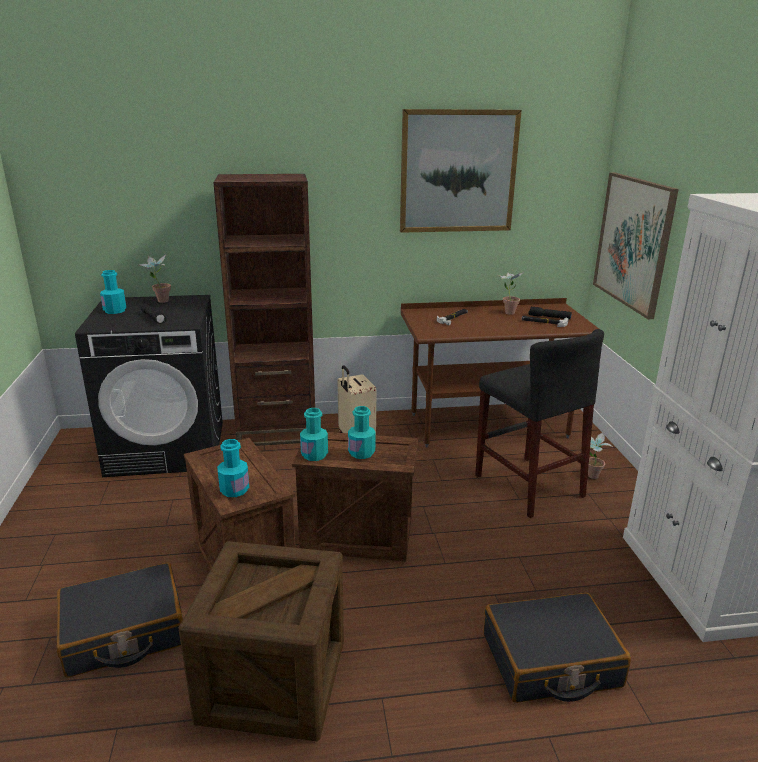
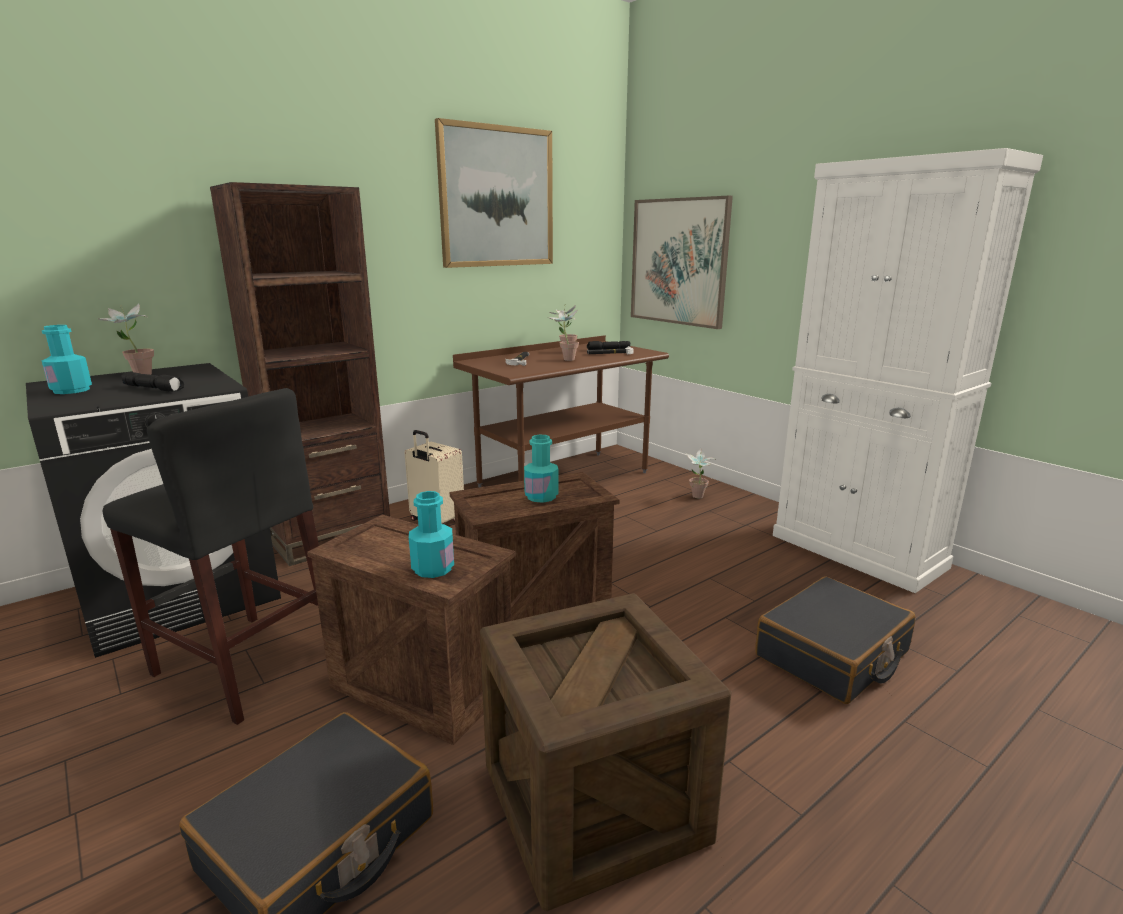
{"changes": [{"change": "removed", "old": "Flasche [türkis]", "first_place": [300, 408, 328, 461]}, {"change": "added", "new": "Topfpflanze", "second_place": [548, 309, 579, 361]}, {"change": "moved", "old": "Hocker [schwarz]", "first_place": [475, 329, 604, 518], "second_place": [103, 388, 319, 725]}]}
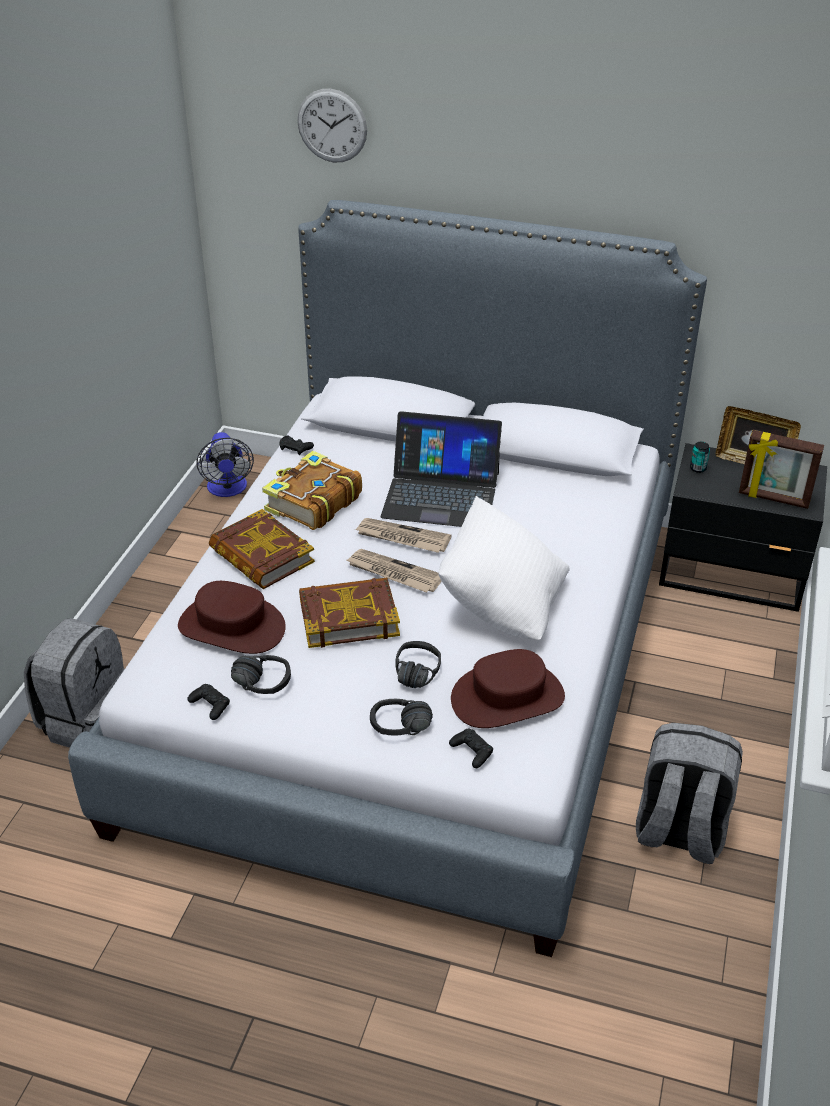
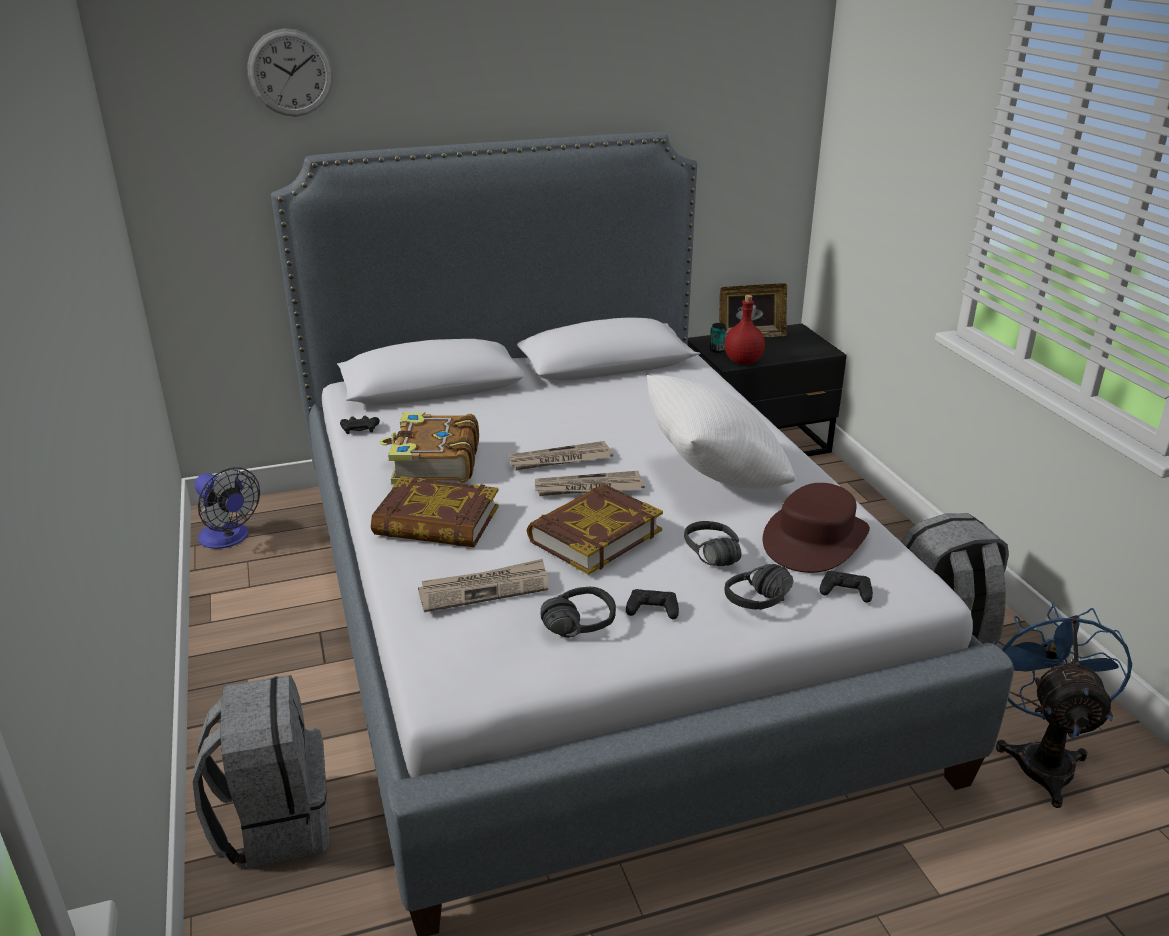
{"changes": [{"change": "removed", "old": "Laptop", "first_place": [381, 411, 502, 527]}, {"change": "removed", "old": "Bilderrahmen", "first_place": [739, 430, 824, 509]}, {"change": "added", "new": "Flasche [rot]", "second_place": [724, 295, 765, 364]}, {"change": "added", "new": "Ventilator [blau]", "second_place": [992, 603, 1132, 808]}, {"change": "moved", "old": "Gamepad [schwarz]", "first_place": [187, 684, 230, 720], "second_place": [626, 589, 679, 619]}, {"change": "replaced", "old": "Hut [braun]", "new": "Zeitung", "first_place": [178, 581, 286, 654], "second_place": [418, 559, 548, 612]}]}
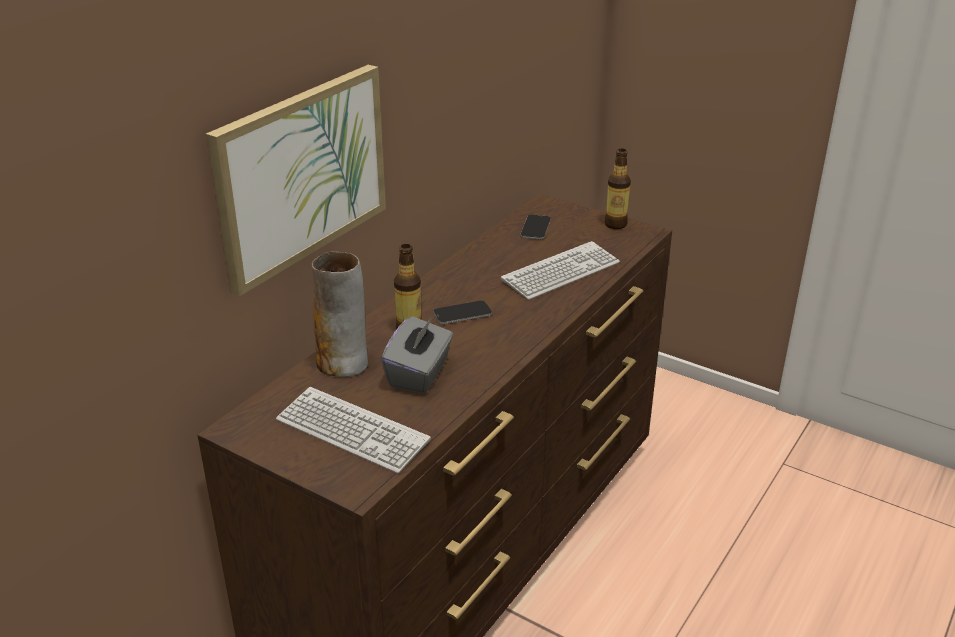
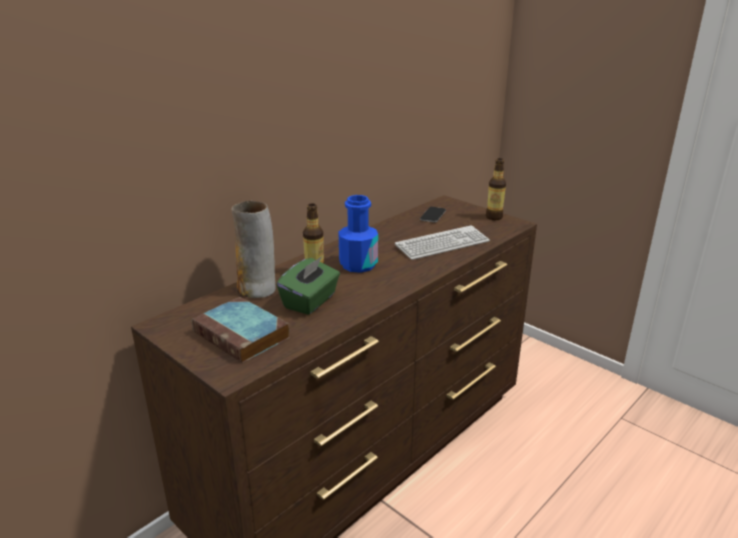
{"changes": [{"change": "removed", "old": "Bild", "first_place": [206, 65, 386, 296]}, {"change": "replaced", "old": "Tastatur", "new": "Buch", "first_place": [276, 387, 431, 474], "second_place": [192, 297, 290, 363]}, {"change": "replaced", "old": "Handy", "new": "Flasche [blau]", "first_place": [433, 301, 492, 324], "second_place": [338, 195, 378, 273]}, {"change": "recoloured", "old": "Taschentuchbox [grau]", "new": "Taschentuchbox [grün]", "first_place": [381, 316, 453, 393], "second_place": [277, 256, 340, 315]}]}
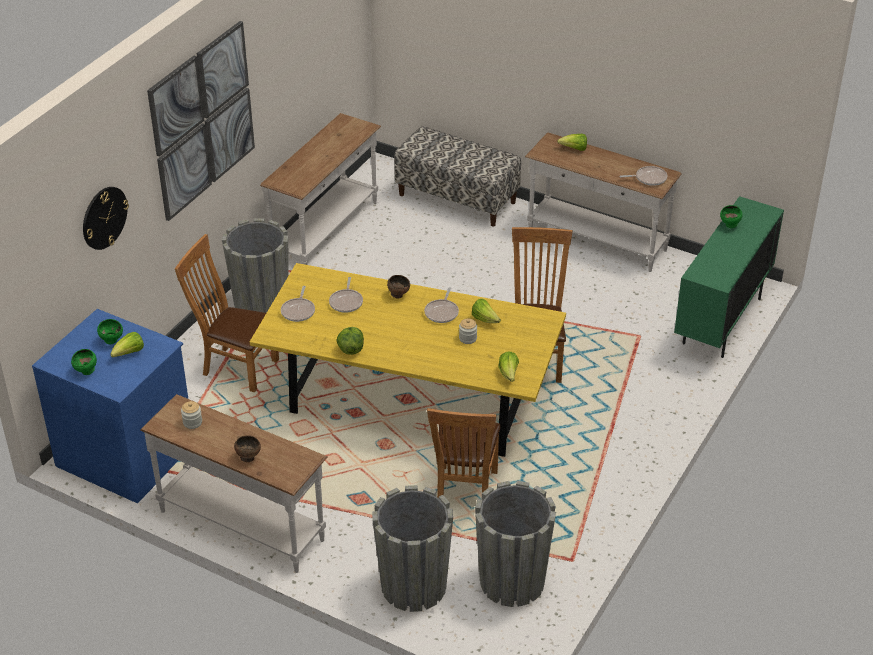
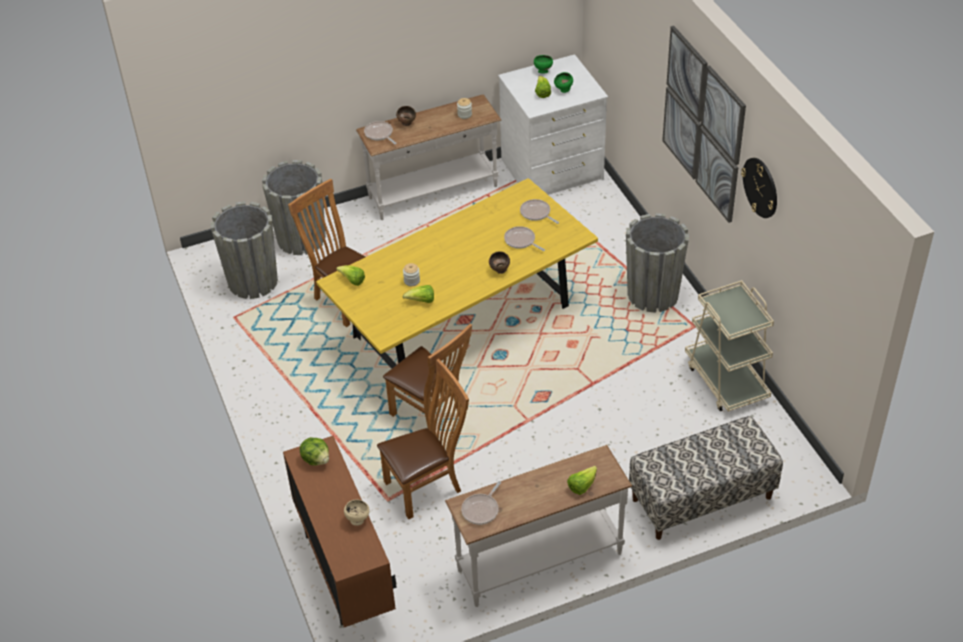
{"changes": [{"change": "moved", "old": "Wanduhr", "first_place": [83, 187, 129, 250], "second_place": [741, 158, 777, 218]}, {"change": "moved", "old": "Stuhl [braun]", "first_place": [175, 234, 279, 392], "second_place": [377, 359, 469, 520]}, {"change": "moved", "old": "Salatkopf", "first_place": [336, 327, 364, 355], "second_place": [300, 437, 329, 466]}, {"change": "moved", "old": "Pfanne", "first_place": [424, 287, 459, 323], "second_place": [364, 121, 397, 144]}, {"change": "replaced", "old": "Konsolentisch [weiß]", "new": "Rollwagen [beige]", "first_place": [260, 113, 381, 265], "second_place": [685, 280, 774, 412]}, {"change": "recoloured", "old": "Kommode [blau]", "new": "Kommode [weiß]", "first_place": [32, 309, 188, 503], "second_place": [498, 54, 608, 195]}, {"change": "recoloured", "old": "Schrank [grün]", "new": "Schrank [braun]", "first_place": [674, 196, 784, 358], "second_place": [283, 436, 397, 627]}, {"change": "recoloured", "old": "Schüssel [grün]", "new": "Schüssel [beige]", "first_place": [720, 205, 742, 228], "second_place": [344, 499, 370, 526]}]}
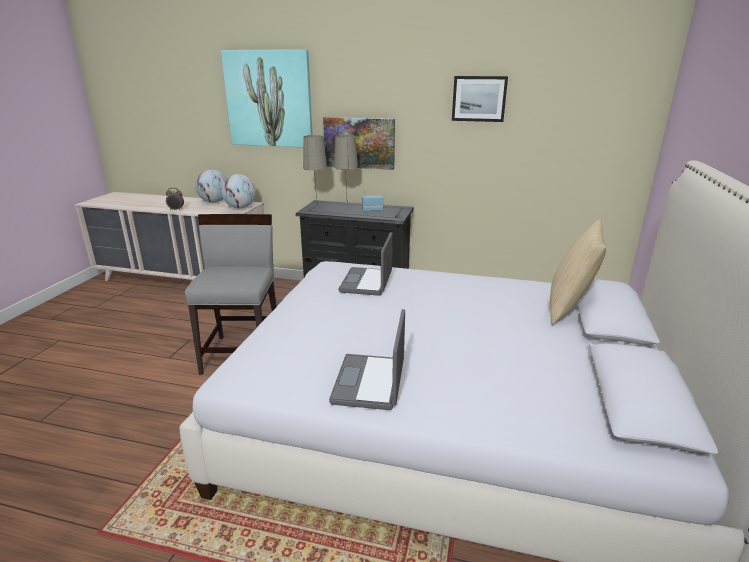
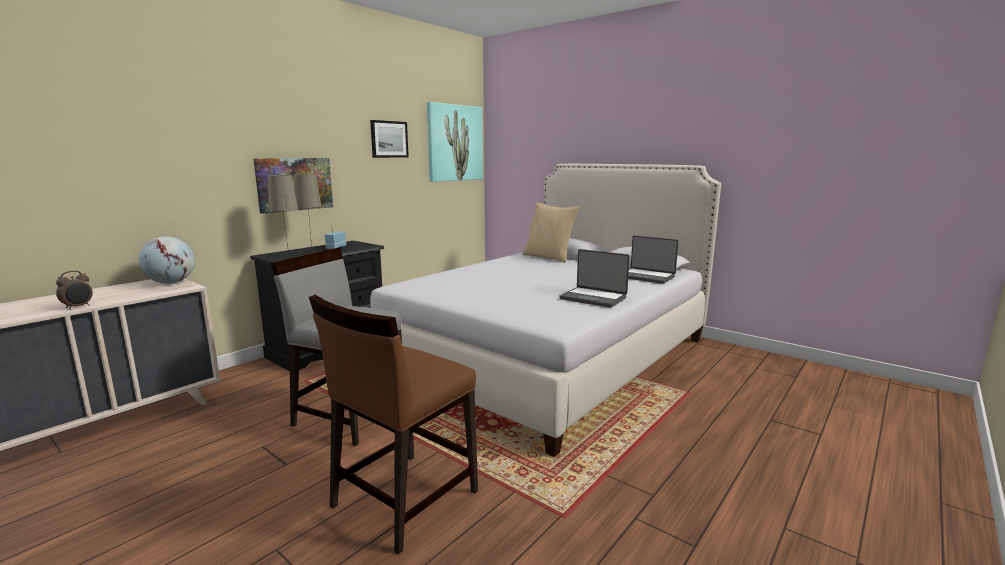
{"changes": [{"change": "removed", "old": "Globus", "first_place": [195, 170, 226, 203]}, {"change": "added", "new": "Stuhl [braun]", "second_place": [309, 295, 478, 555]}, {"change": "moved", "old": "Bild", "first_place": [221, 49, 313, 147], "second_place": [427, 102, 483, 182]}, {"change": "moved", "old": "Laptop", "first_place": [338, 232, 393, 296], "second_place": [628, 236, 679, 284]}]}
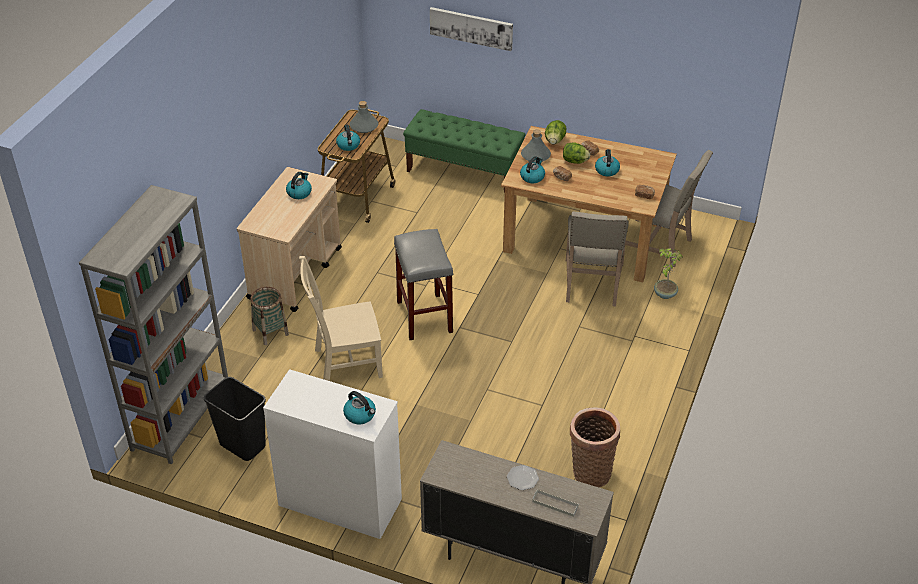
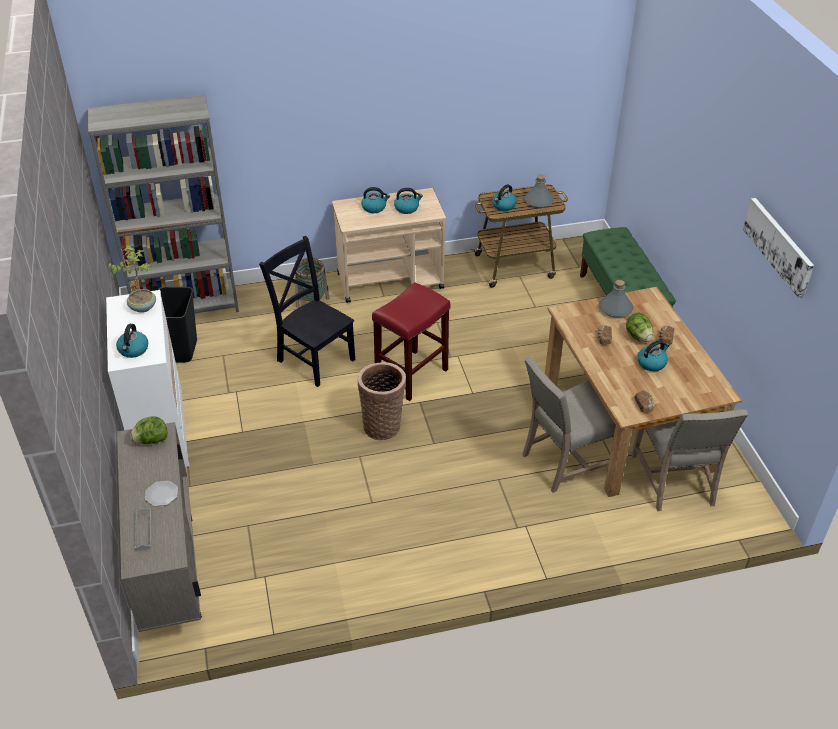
{"changes": [{"change": "moved", "old": "Bild", "first_place": [430, 7, 513, 51], "second_place": [743, 198, 814, 299]}, {"change": "moved", "old": "Wasserkessel", "first_place": [520, 156, 545, 183], "second_place": [361, 187, 390, 213]}, {"change": "moved", "old": "Salatkopf", "first_place": [545, 120, 567, 145], "second_place": [130, 416, 168, 444]}, {"change": "moved", "old": "Korb", "first_place": [570, 407, 620, 487], "second_place": [358, 362, 406, 440]}, {"change": "moved", "old": "Topfpflanze", "first_place": [654, 248, 682, 299], "second_place": [107, 246, 156, 313]}, {"change": "recoloured", "old": "Stuhl [beige]", "new": "Stuhl [schwarz]", "first_place": [299, 256, 383, 381], "second_place": [259, 236, 355, 387]}, {"change": "recoloured", "old": "Hocker [grau]", "new": "Hocker [rot]", "first_place": [394, 229, 453, 340], "second_place": [372, 282, 450, 401]}]}
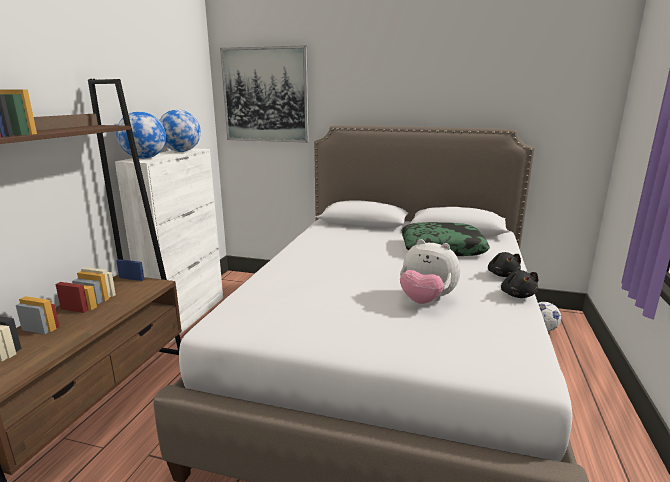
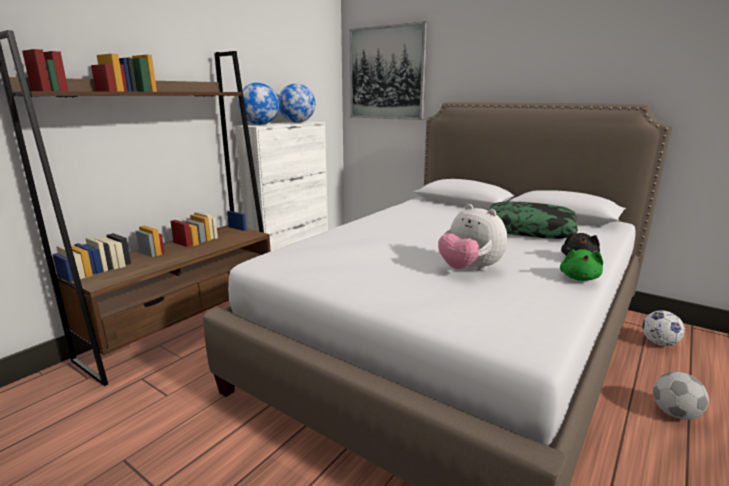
{"changes": [{"change": "added", "new": "Fußball", "second_place": [653, 372, 709, 420]}, {"change": "recoloured", "old": "Plüschtier [schwarz]", "new": "Plüschtier [grün]", "first_place": [501, 270, 539, 298], "second_place": [560, 249, 603, 281]}]}
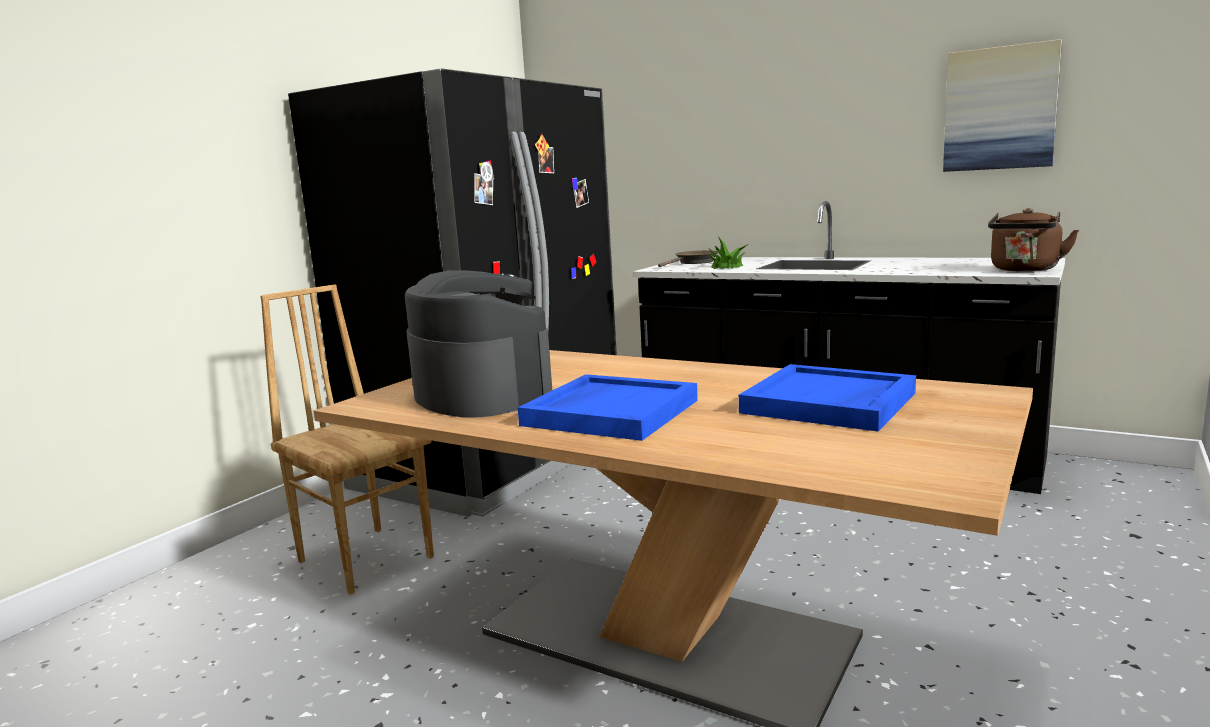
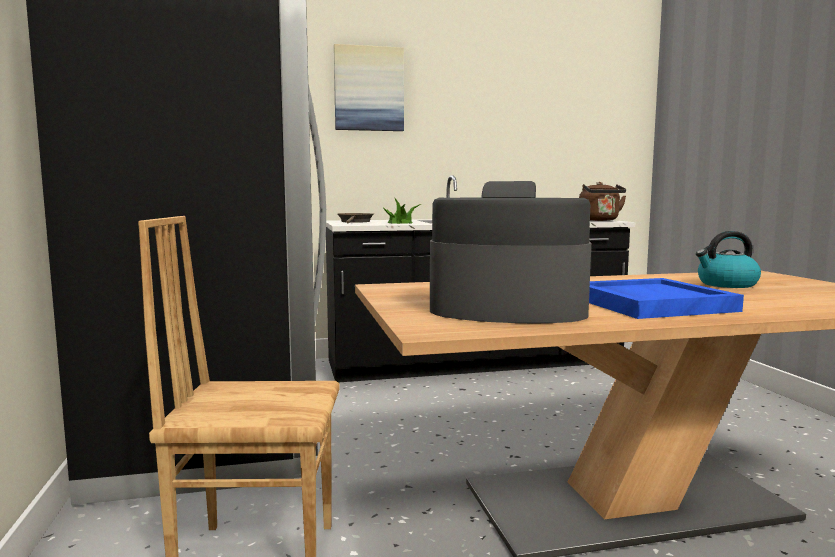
{"changes": [{"change": "moved", "old": "Bild", "first_place": [943, 39, 1062, 172], "second_place": [334, 44, 404, 131]}, {"change": "replaced", "old": "Tablett [blau]", "new": "Wasserkessel", "first_place": [739, 364, 916, 432], "second_place": [696, 231, 761, 288]}]}
